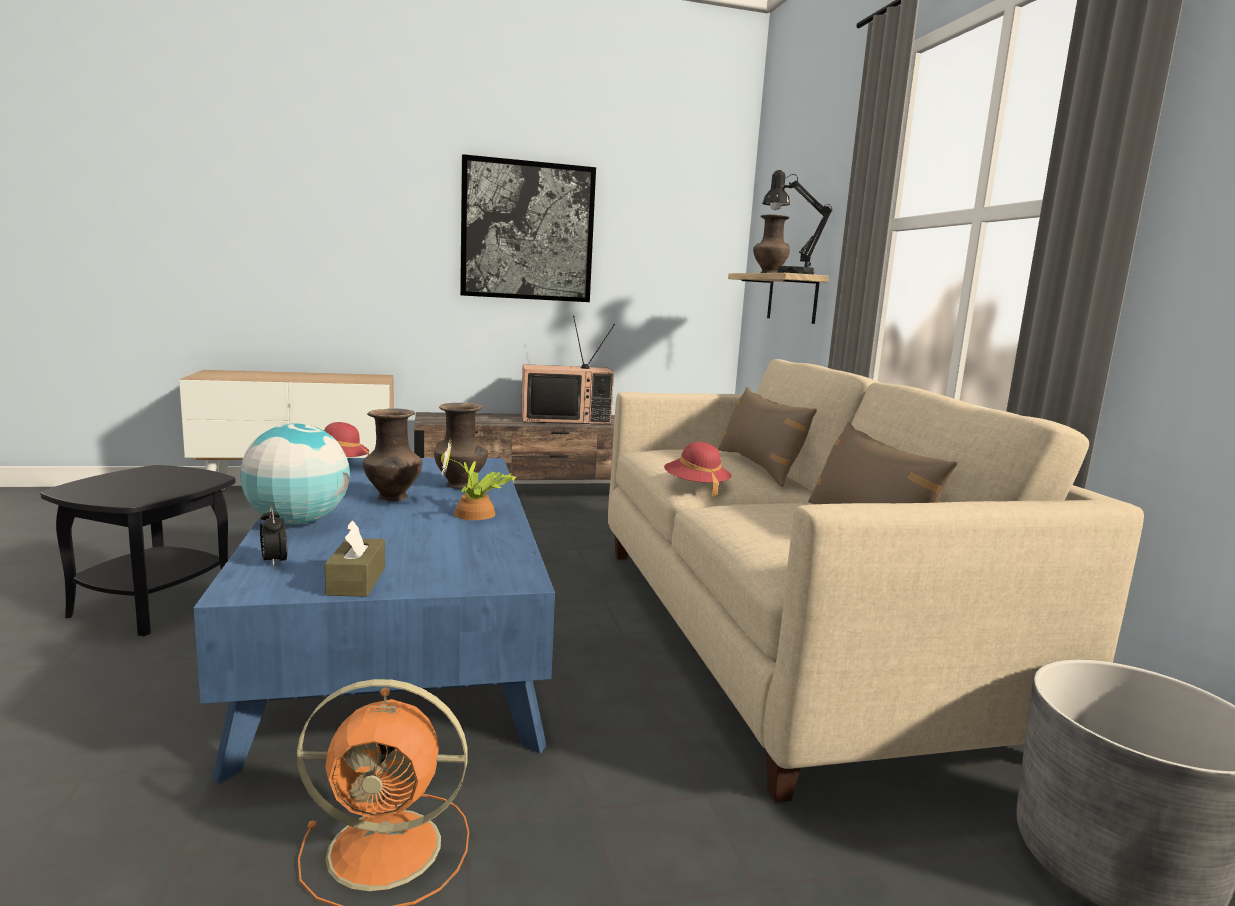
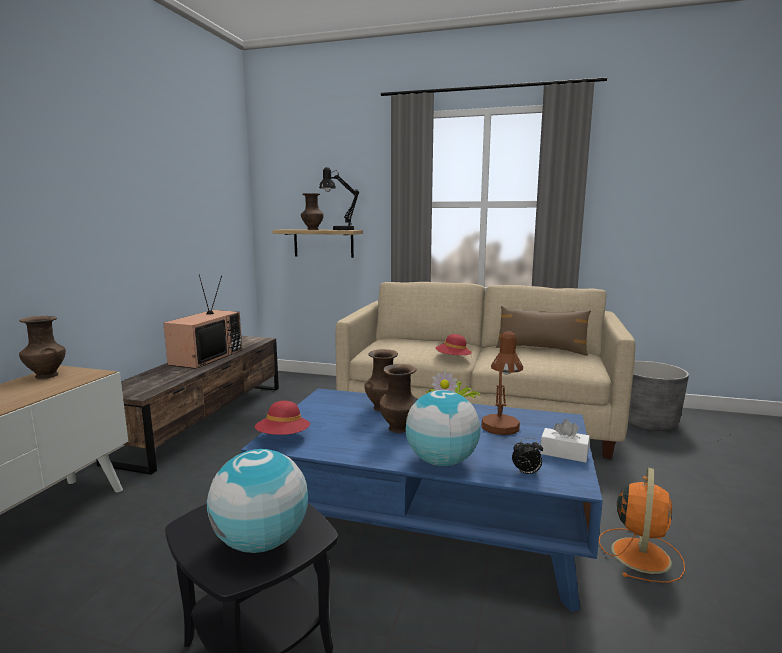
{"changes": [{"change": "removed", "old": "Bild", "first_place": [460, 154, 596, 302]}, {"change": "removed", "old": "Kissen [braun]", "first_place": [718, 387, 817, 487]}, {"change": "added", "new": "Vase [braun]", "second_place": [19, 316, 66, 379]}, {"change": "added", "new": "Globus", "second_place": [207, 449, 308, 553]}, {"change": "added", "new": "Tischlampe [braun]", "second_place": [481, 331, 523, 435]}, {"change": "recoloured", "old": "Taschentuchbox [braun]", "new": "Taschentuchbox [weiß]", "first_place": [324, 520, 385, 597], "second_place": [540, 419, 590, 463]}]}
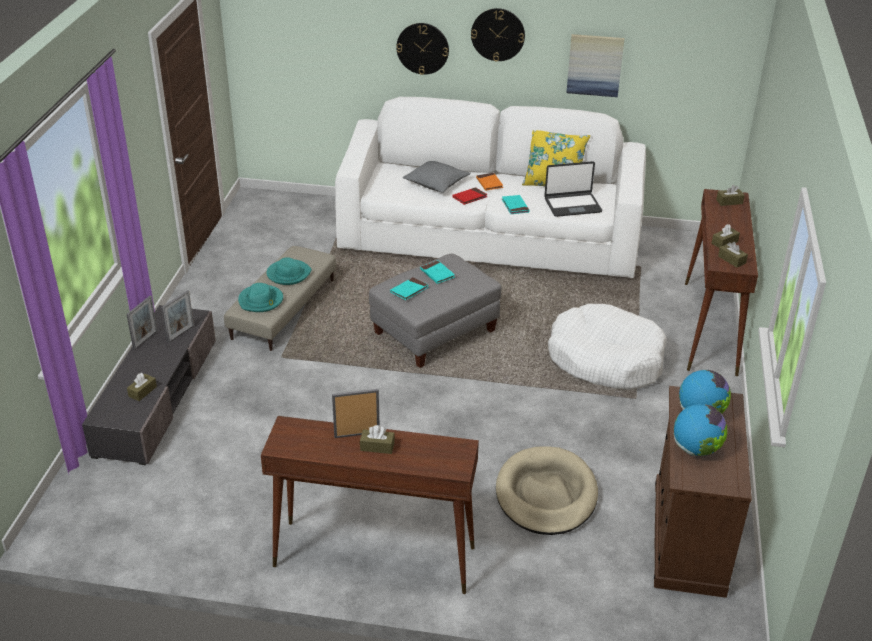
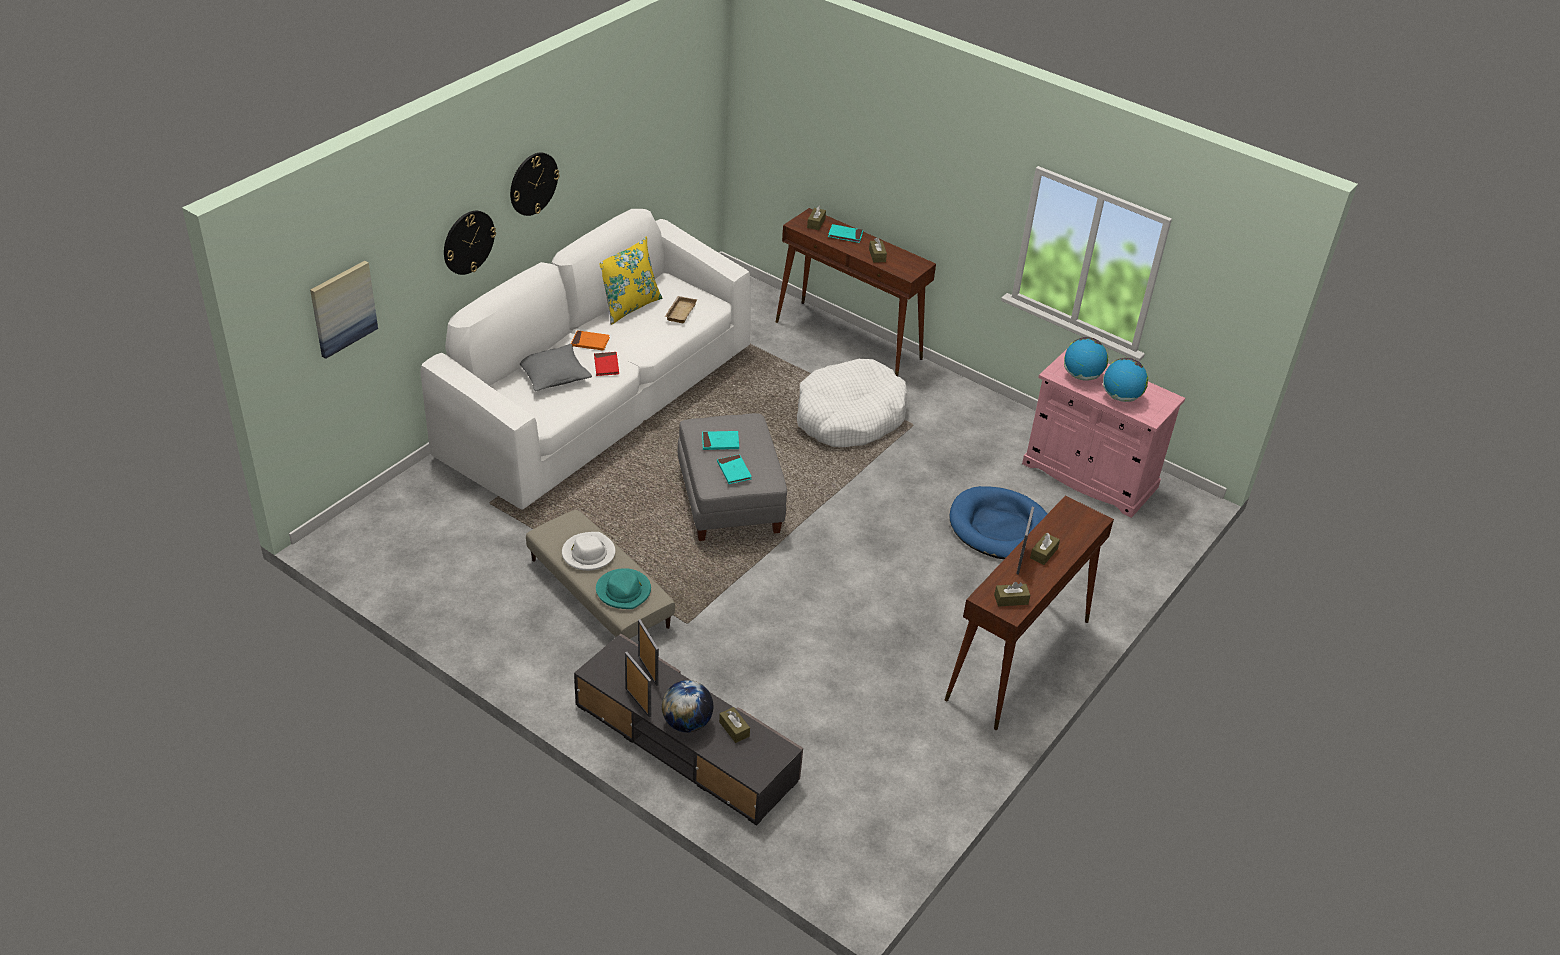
{"changes": [{"change": "added", "new": "Globus", "second_place": [662, 680, 713, 733]}, {"change": "moved", "old": "Buch [türkis]", "first_place": [502, 195, 530, 214], "second_place": [828, 224, 863, 243]}, {"change": "moved", "old": "Bild", "first_place": [566, 34, 624, 97], "second_place": [310, 261, 378, 359]}, {"change": "moved", "old": "Taschentuchbox [braun]", "first_place": [718, 242, 748, 268], "second_place": [994, 582, 1030, 607]}, {"change": "replaced", "old": "Laptop", "new": "Tablett [beige]", "first_place": [544, 161, 602, 217], "second_place": [665, 296, 697, 323]}, {"change": "recoloured", "old": "Hut [türkis]", "new": "Hut [weiß]", "first_place": [266, 257, 312, 285], "second_place": [562, 532, 615, 571]}, {"change": "recoloured", "old": "Hundebett [beige]", "new": "Hundebett [blau]", "first_place": [496, 446, 598, 535], "second_place": [949, 486, 1047, 559]}, {"change": "recoloured", "old": "Schrank [braun]", "new": "Schrank [rosa]", "first_place": [654, 386, 752, 598], "second_place": [1022, 348, 1185, 518]}]}
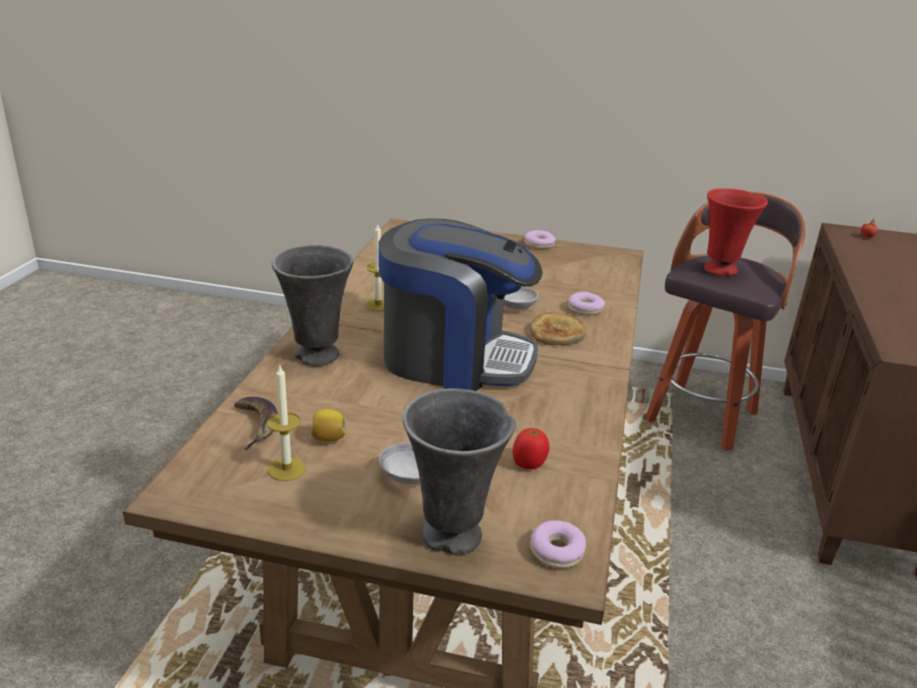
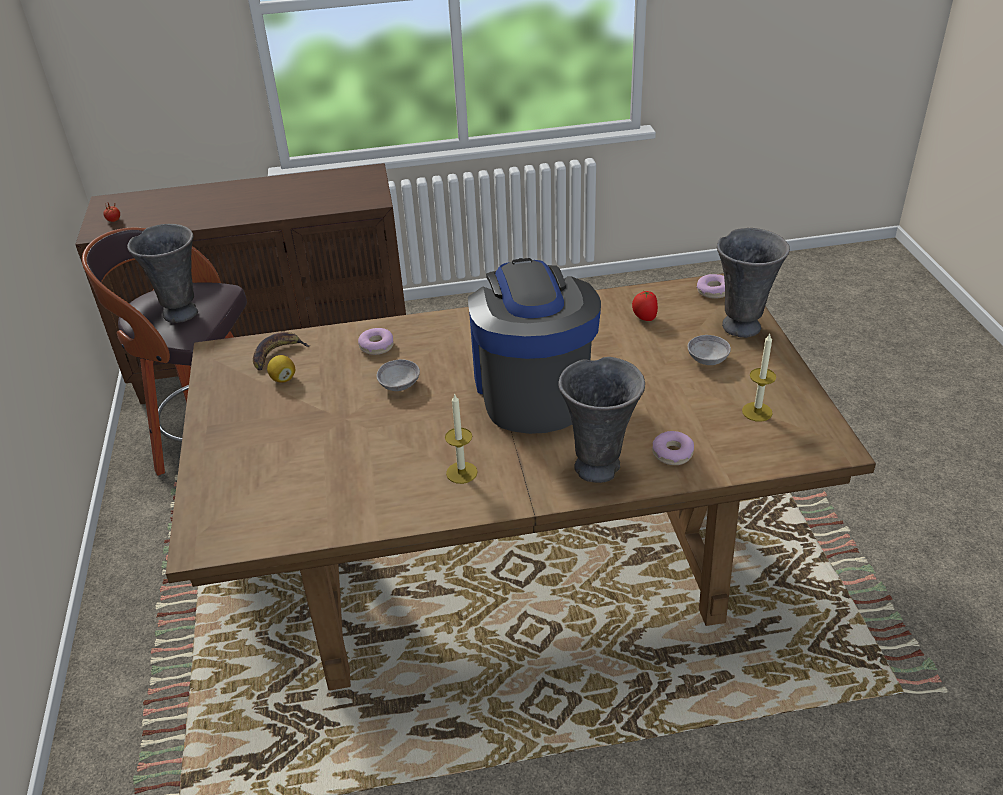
{"changes": [{"change": "removed", "old": "Brot", "first_place": [530, 313, 586, 345]}, {"change": "moved", "old": "Banane", "first_place": [234, 397, 278, 450], "second_place": [253, 332, 311, 370]}, {"change": "moved", "old": "Zitrone", "first_place": [311, 409, 346, 442], "second_place": [267, 355, 295, 383]}, {"change": "moved", "old": "Donut", "first_place": [525, 230, 556, 249], "second_place": [652, 431, 694, 465]}, {"change": "recoloured", "old": "Vase [rot]", "new": "Vase [grau]", "first_place": [704, 188, 768, 276], "second_place": [127, 224, 198, 323]}]}
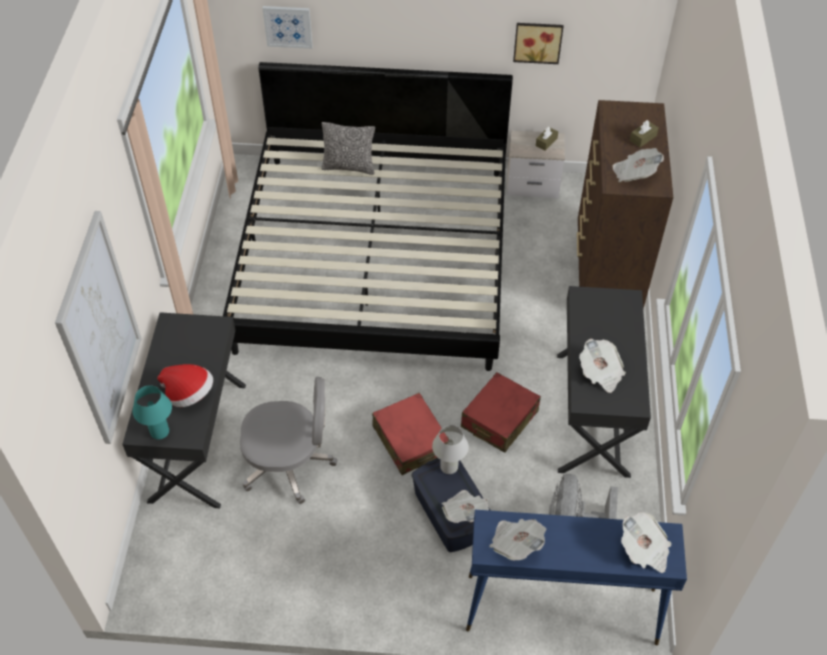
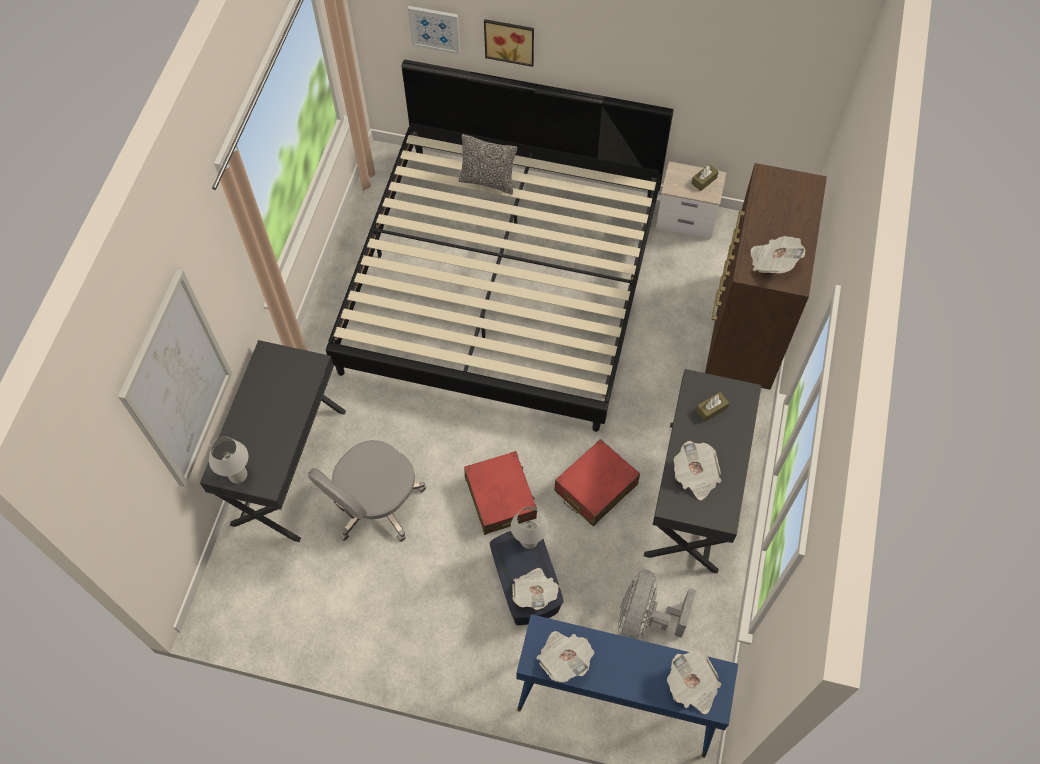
{"changes": [{"change": "removed", "old": "Hut", "first_place": [157, 364, 213, 407]}, {"change": "moved", "old": "Bild", "first_place": [513, 23, 563, 64], "second_place": [484, 19, 534, 67]}, {"change": "moved", "old": "Taschentuchbox [braun]", "first_place": [630, 120, 659, 147], "second_place": [696, 392, 729, 422]}, {"change": "recoloured", "old": "Tischlampe [türkis]", "new": "Tischlampe [weiß]", "first_place": [133, 385, 172, 439], "second_place": [209, 437, 248, 483]}, {"change": "turned", "old": "Bürostuhl [grau]", "first_place": [240, 377, 337, 504], "second_place": [308, 440, 426, 542], "degrees": 120}]}
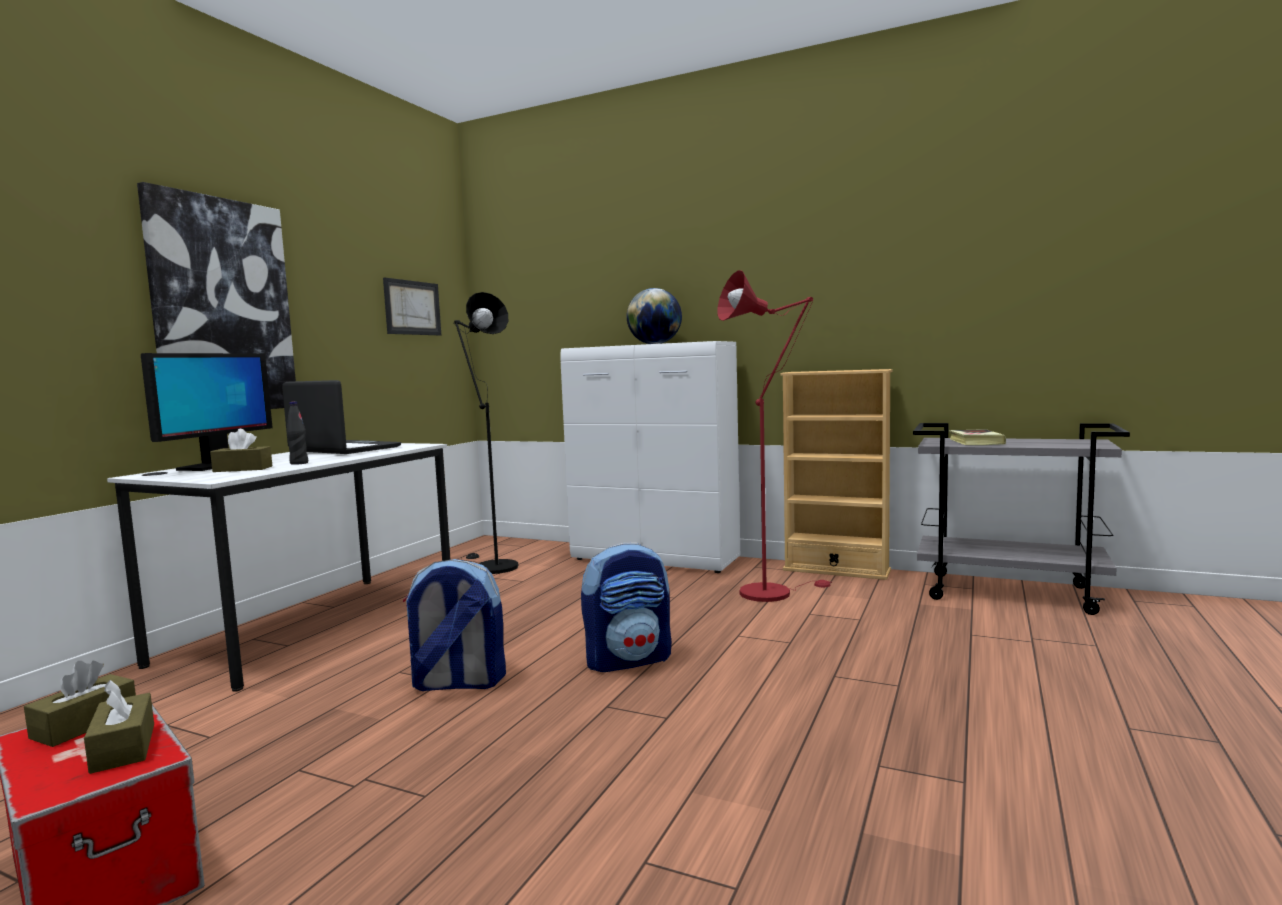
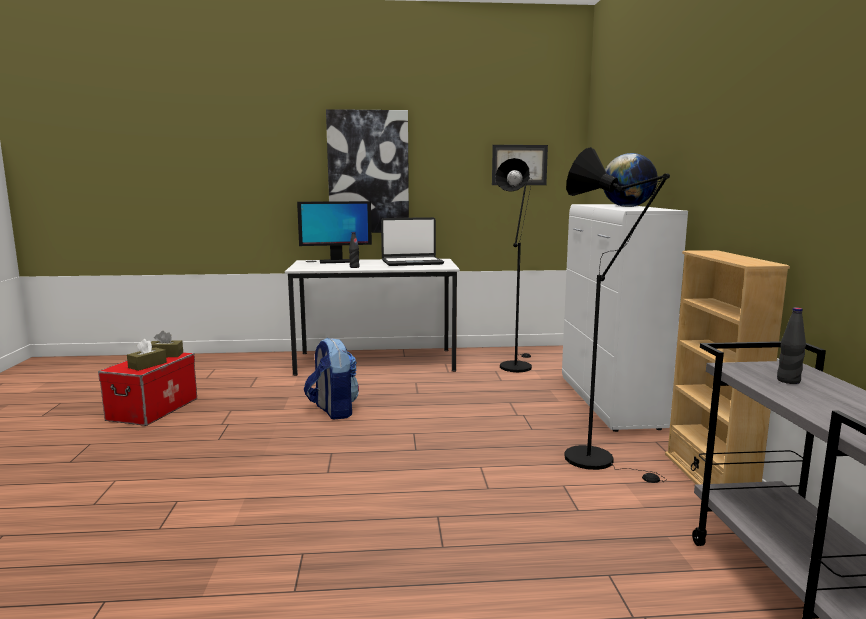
{"changes": [{"change": "removed", "old": "Taschentuchbox [braun]", "first_place": [210, 429, 272, 472]}, {"change": "removed", "old": "Rucksack", "first_place": [581, 542, 671, 672]}, {"change": "replaced", "old": "Buch", "new": "Flasche [schwarz]", "first_place": [949, 429, 1006, 445], "second_place": [777, 307, 806, 384]}, {"change": "recoloured", "old": "Stehlampe [rot]", "new": "Stehlampe [schwarz]", "first_place": [718, 270, 832, 602], "second_place": [565, 147, 670, 483]}, {"change": "turned", "old": "Laptop", "first_place": [282, 380, 401, 454], "second_place": [381, 217, 444, 266], "degrees": 75}]}
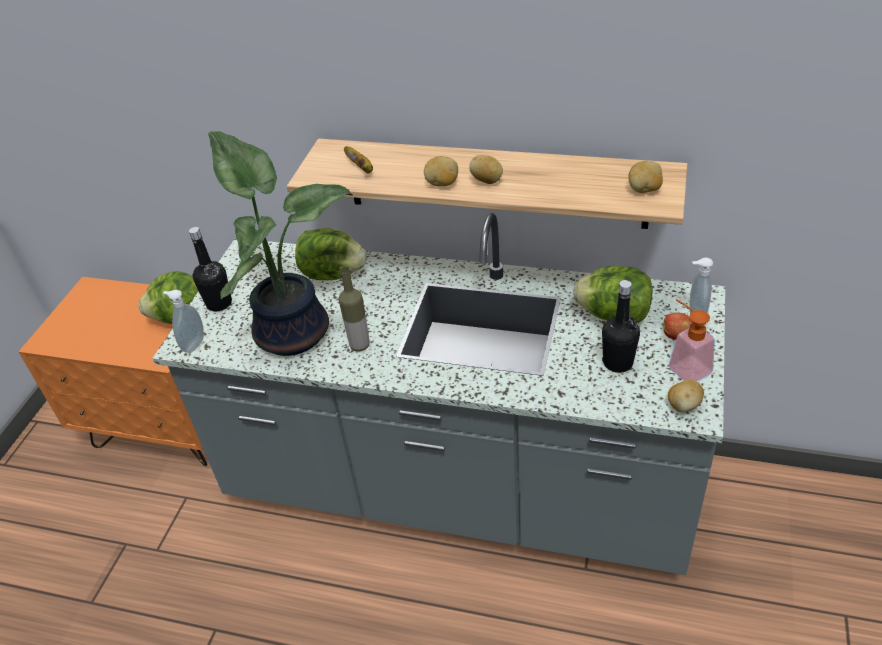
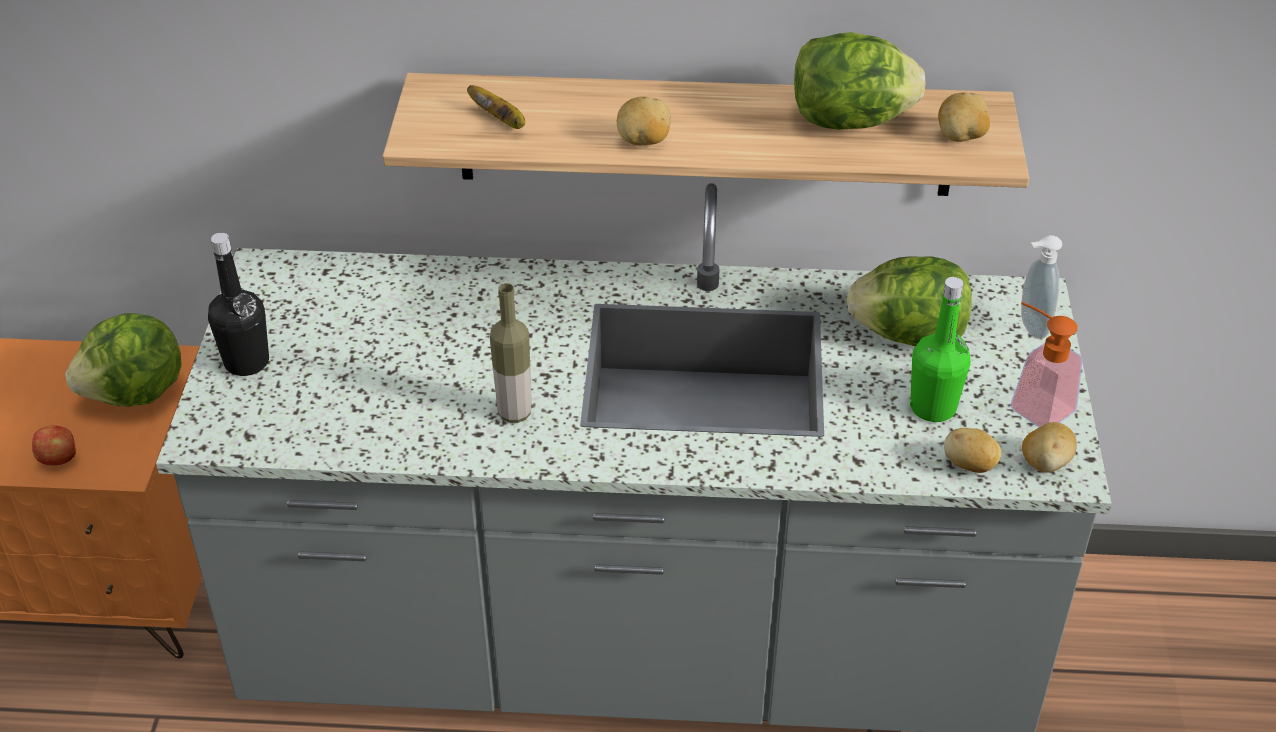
{"changes": [{"change": "removed", "old": "Seifenspender", "first_place": [163, 290, 204, 353]}, {"change": "removed", "old": "Topfpflanze", "first_place": [208, 131, 353, 356]}, {"change": "moved", "old": "Salatkopf", "first_place": [295, 228, 367, 280], "second_place": [794, 32, 926, 130]}, {"change": "moved", "old": "Kartoffel", "first_place": [469, 155, 503, 184], "second_place": [944, 428, 1001, 473]}, {"change": "moved", "old": "Apfel", "first_place": [663, 313, 692, 340], "second_place": [32, 426, 76, 466]}, {"change": "recoloured", "old": "Flasche [schwarz]", "new": "Flasche [grün]", "first_place": [602, 280, 640, 373], "second_place": [910, 277, 971, 422]}]}
